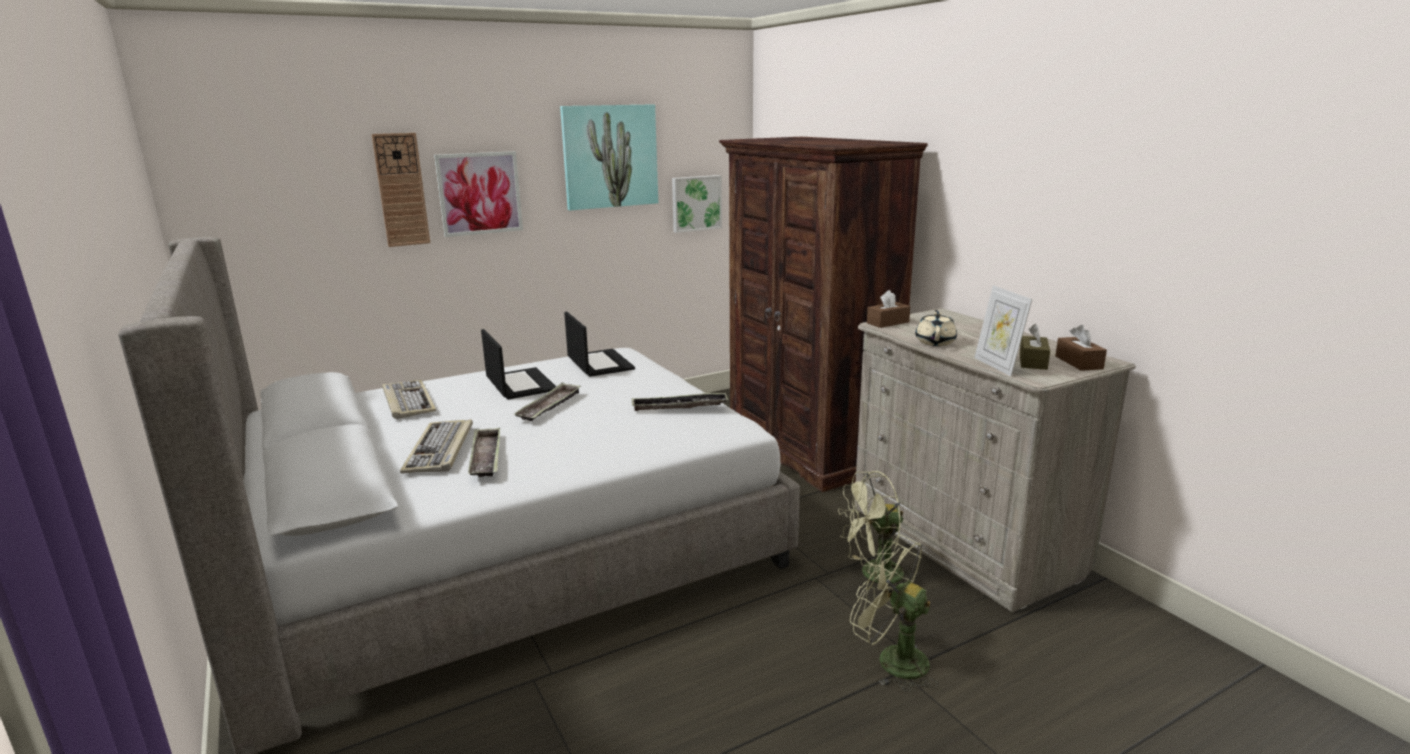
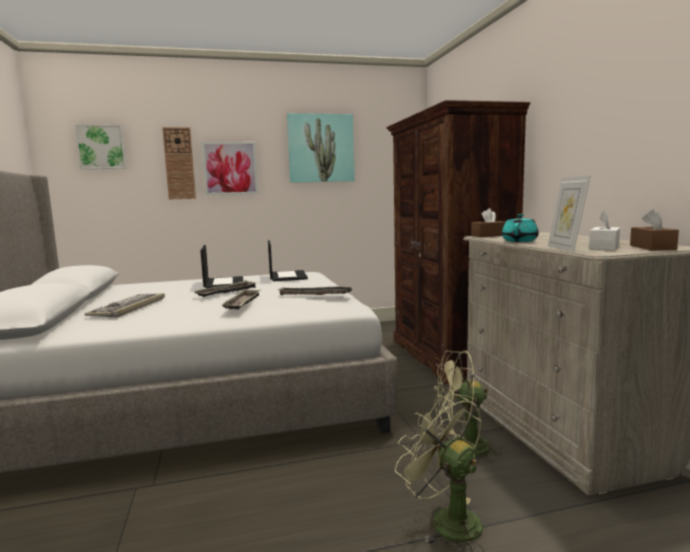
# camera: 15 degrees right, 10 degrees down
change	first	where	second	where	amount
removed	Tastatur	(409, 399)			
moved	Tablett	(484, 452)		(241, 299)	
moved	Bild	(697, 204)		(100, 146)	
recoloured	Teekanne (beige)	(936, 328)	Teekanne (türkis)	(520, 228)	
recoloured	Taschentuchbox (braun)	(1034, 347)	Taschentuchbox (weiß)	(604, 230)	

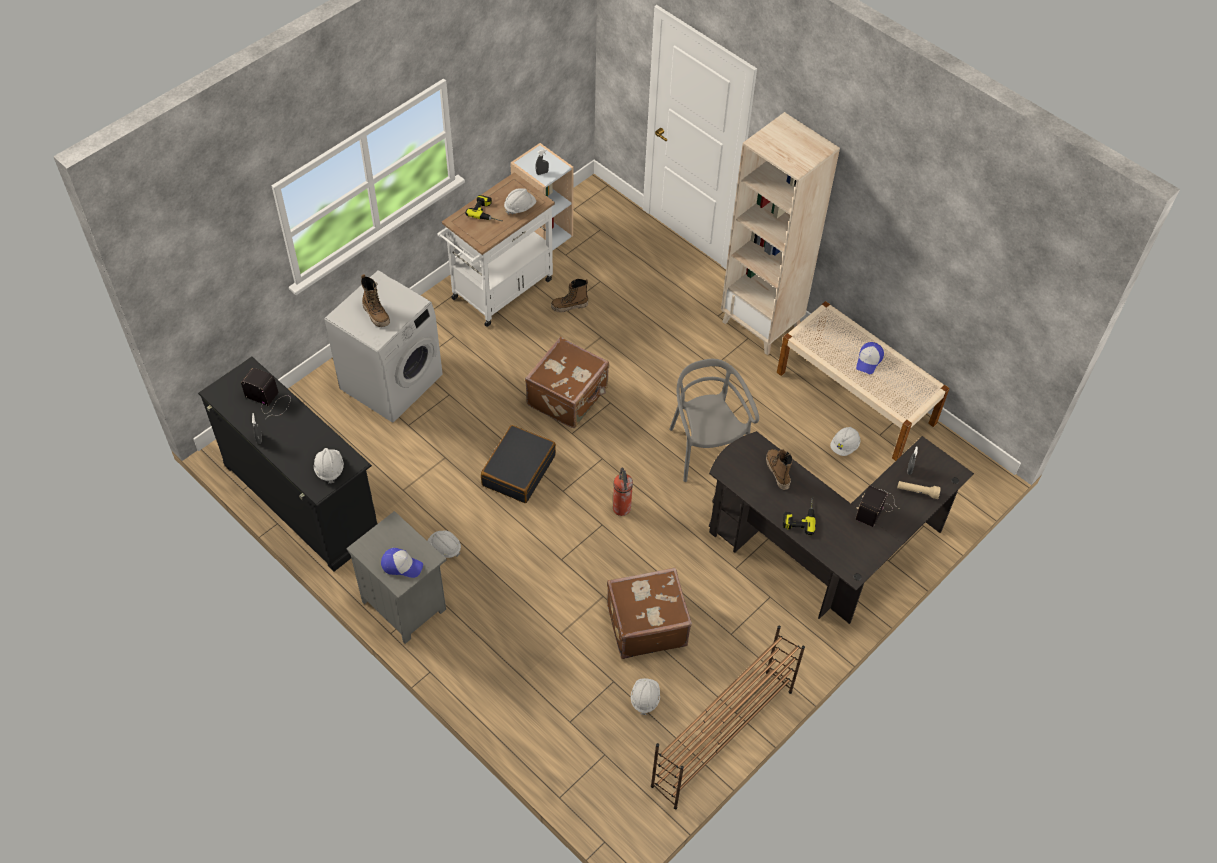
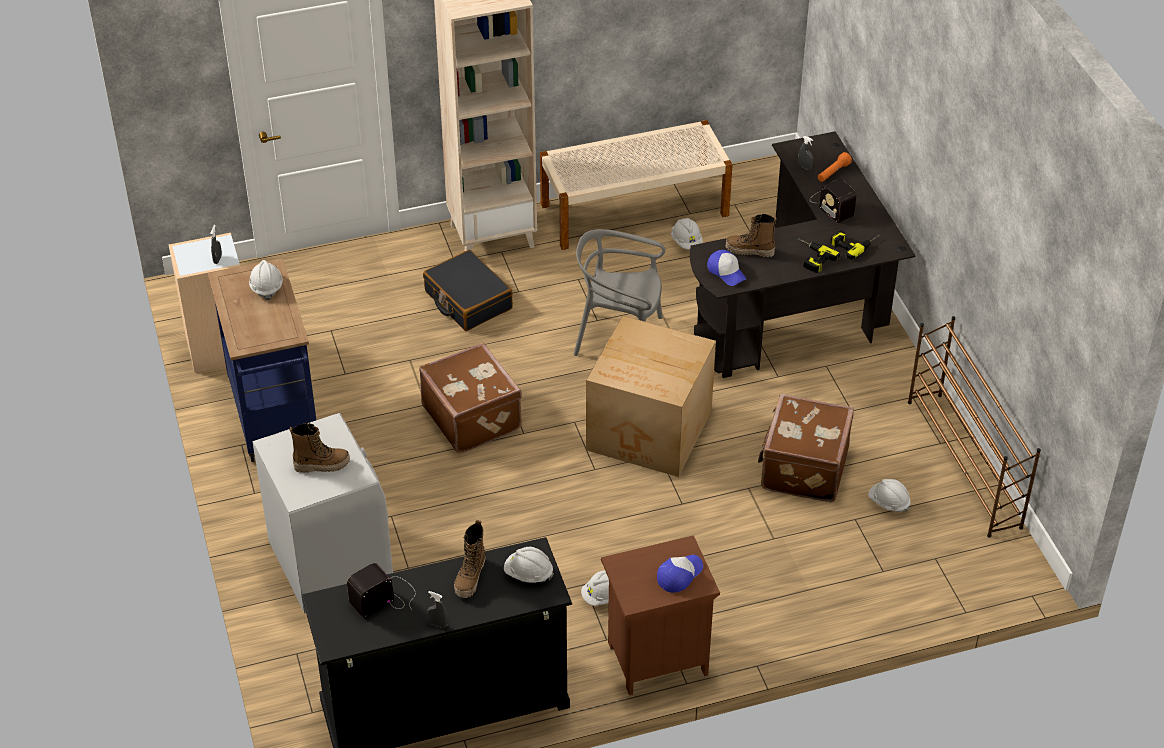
# camera: 60 degrees left, 10 degrees down
change	first	where	second	where	amount
recoloured	Nachttisch (grau)	(396, 577)	Nachttisch (braun)	(660, 615)	
recoloured	Rollwagen (weiß)	(496, 249)	Rollwagen (blau)	(262, 360)	
moved	Bohrmaschine	(483, 208)		(855, 245)	
moved	Koffer (schwarz)	(518, 464)		(468, 290)	
moved	Stiefel	(569, 295)		(470, 559)	
replaced	Feuerlöscher	(623, 491)	Karton	(651, 396)	
moved	Kappe	(870, 358)		(726, 268)	
recoloured	Taschenlampe (beige)	(919, 490)	Taschenlampe (orange)	(835, 167)	

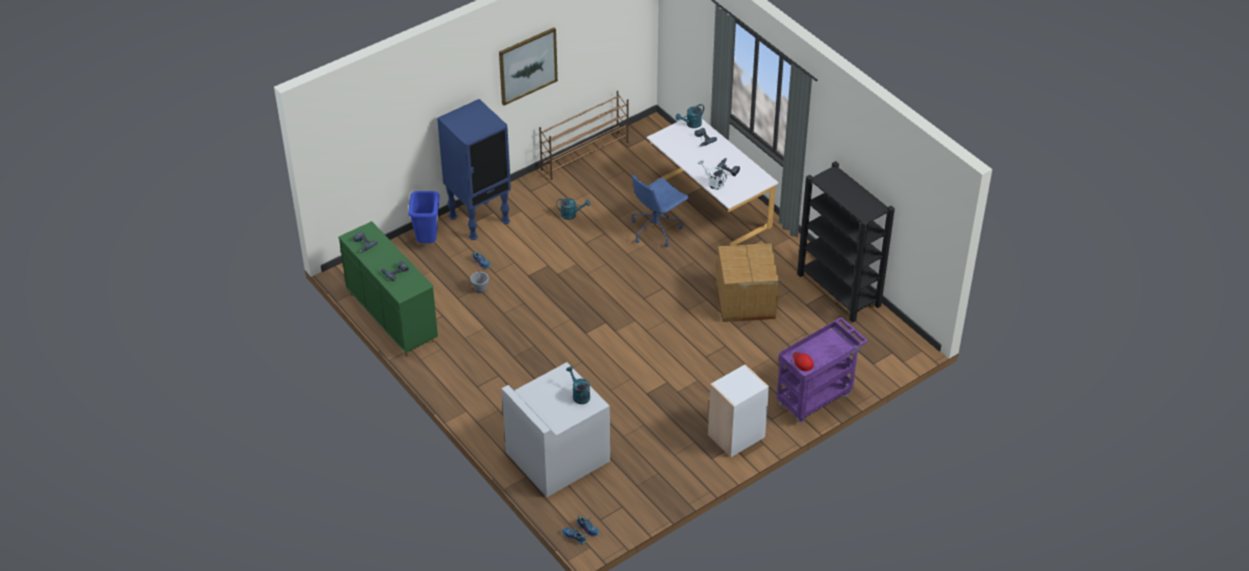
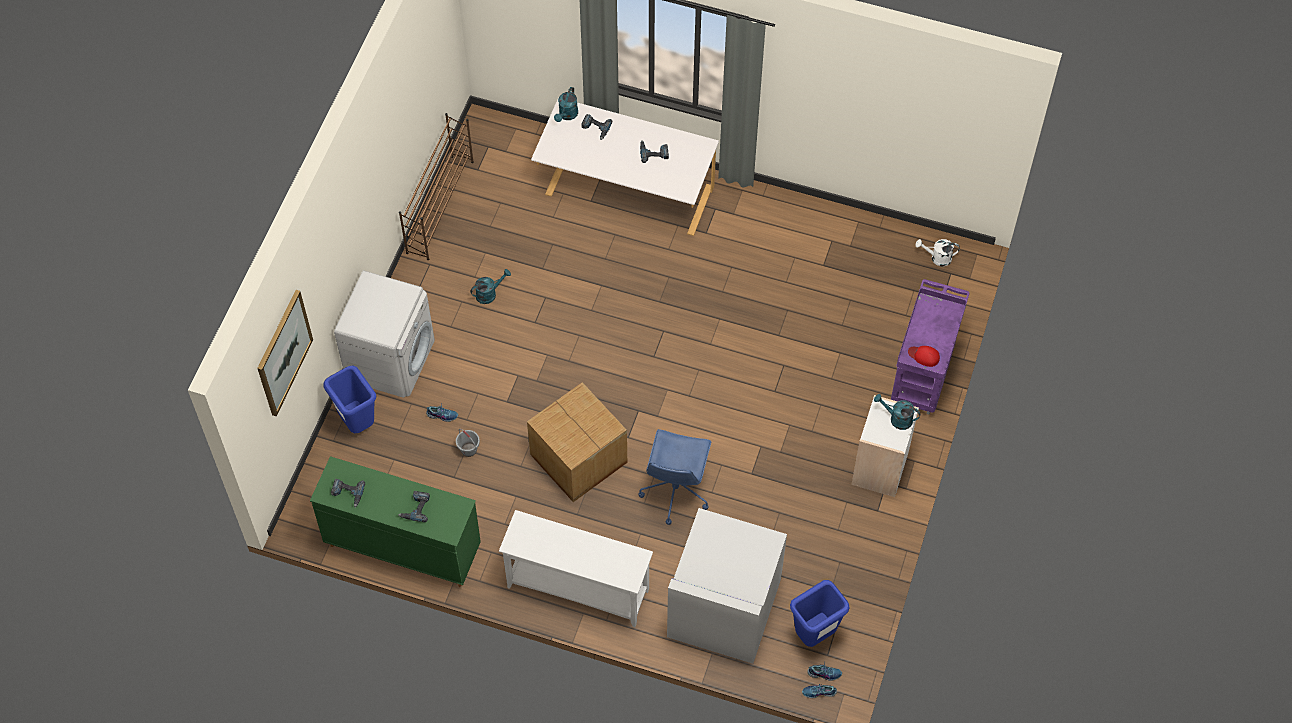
# camera: 35 degrees left, 15 degrees up
change	first	where	second	where	amount
replaced	Schrank (blau)	(474, 169)	Waschmaschine (weiß)	(384, 334)	
moved	Bild	(528, 67)		(285, 353)	
moved	Gießkanne (türkis)	(578, 385)		(897, 412)	
moved	Bürostuhl (blau)	(660, 210)		(674, 477)	
moved	Gießkanne (weiß)	(712, 174)		(937, 253)	
moved	Karton	(747, 282)		(577, 442)	
removed	Bücherregal (schwarz)	(846, 241)			
added			Konsolentisch (weiß)	(576, 568)	
added			Mülleimer (blau)	(819, 613)	

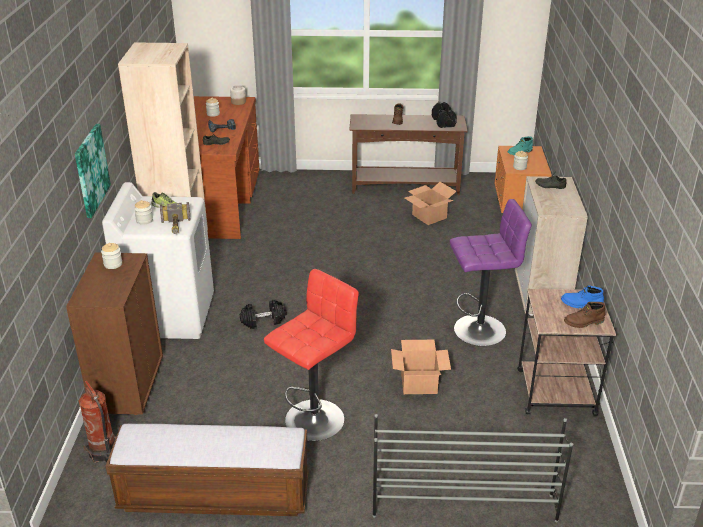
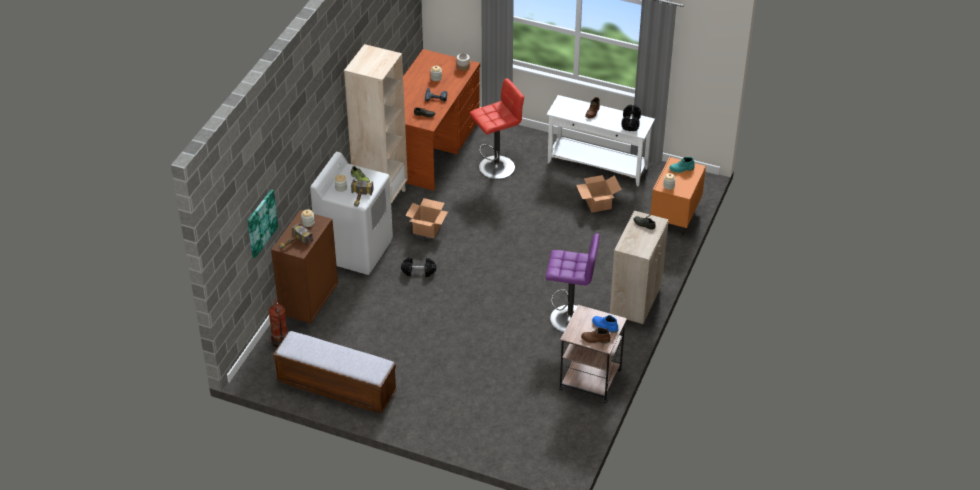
# camera: 20 degrees right, 10 degrees up
change	first	where	second	where	amount
moved	Bild	(93, 171)		(262, 223)	
moved	Hocker (rot)	(311, 355)		(497, 128)	
recoloured	Konsolentisch (braun)	(408, 154)	Konsolentisch (weiß)	(600, 141)	
removed	Schuhregal (grau)	(472, 468)			
moved	Karton	(421, 367)		(426, 218)	
added			Hammer	(295, 236)	

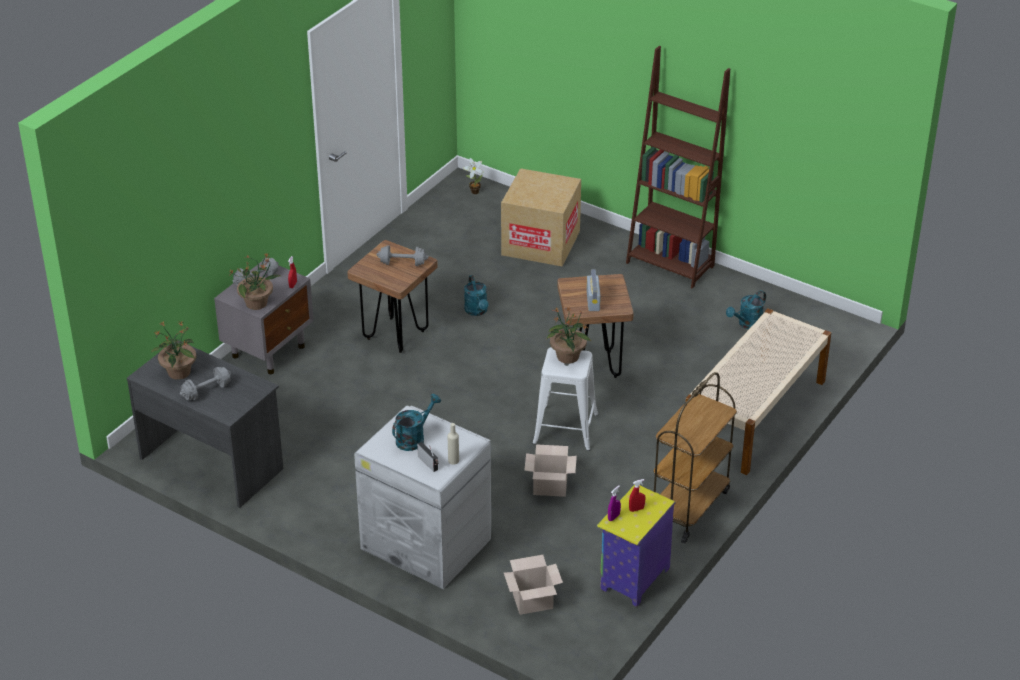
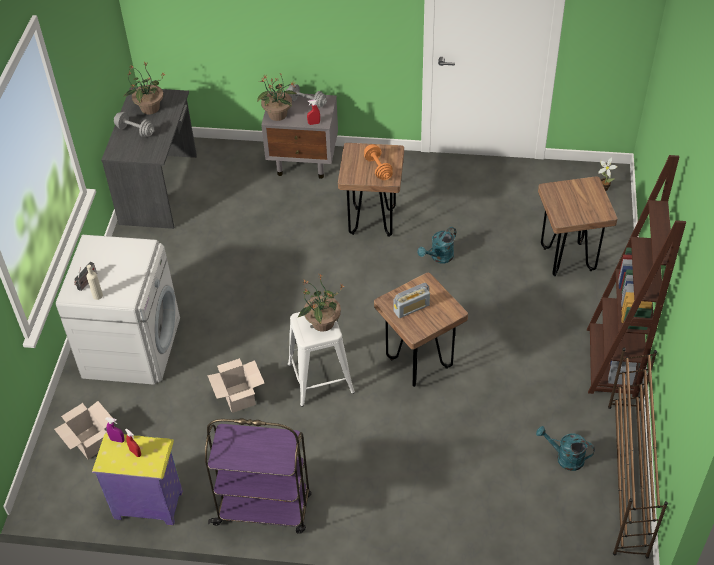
# camera: 65 degrees right, 10 degrees up
change	first	where	second	where	amount
recoloured	Hantel (grau)	(402, 255)	Hantel (orange)	(378, 162)	
removed	Gießkanne (türkis)	(416, 422)			
replaced	Karton	(541, 217)	Hocker (braun)	(578, 226)	
recoloured	Rollwagen (braun)	(695, 457)	Rollwagen (lila)	(258, 476)	
removed	Bank (beige)	(759, 392)			
added			Schuhregal (braun)	(638, 453)	

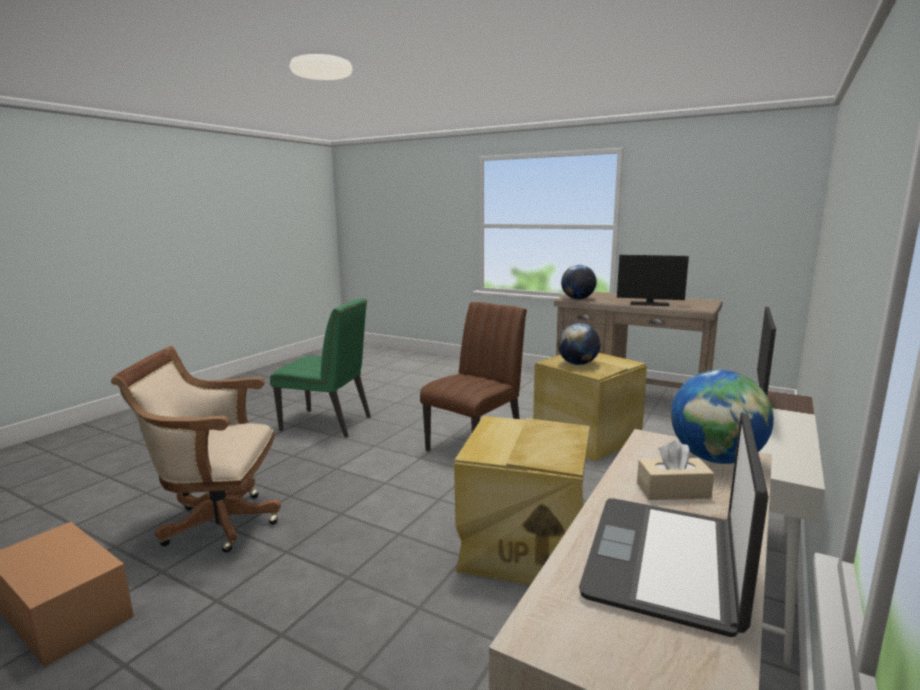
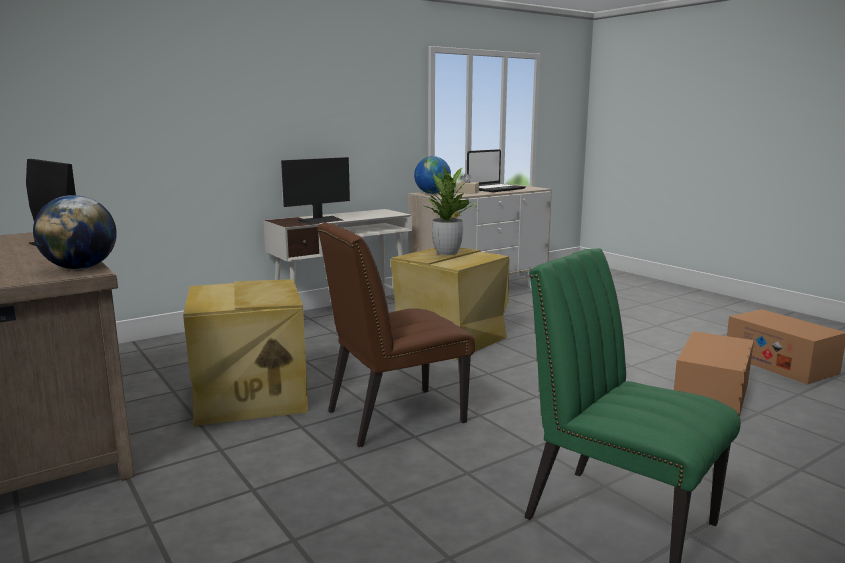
# camera: 155 degrees left, 0 degrees up
change	first	where	second	where	amount
replaced	Bürostuhl	(196, 449)	Karton	(714, 374)	
removed	Globus	(579, 344)			
added			Topfpflanze	(452, 210)	

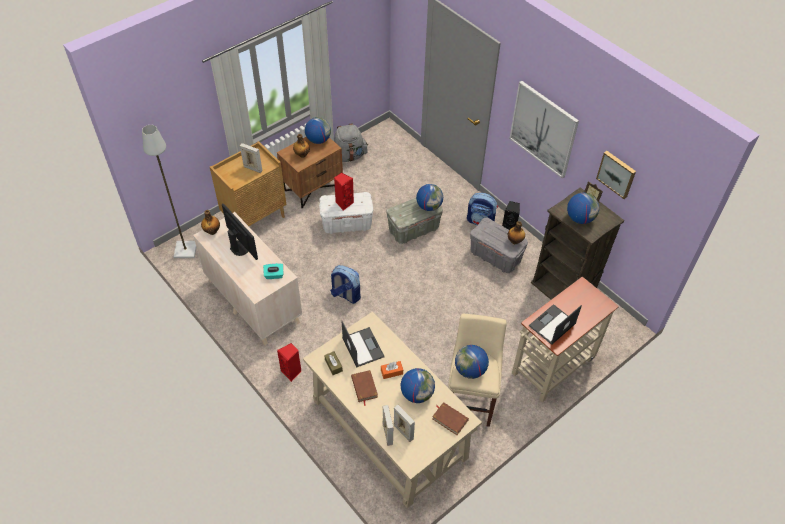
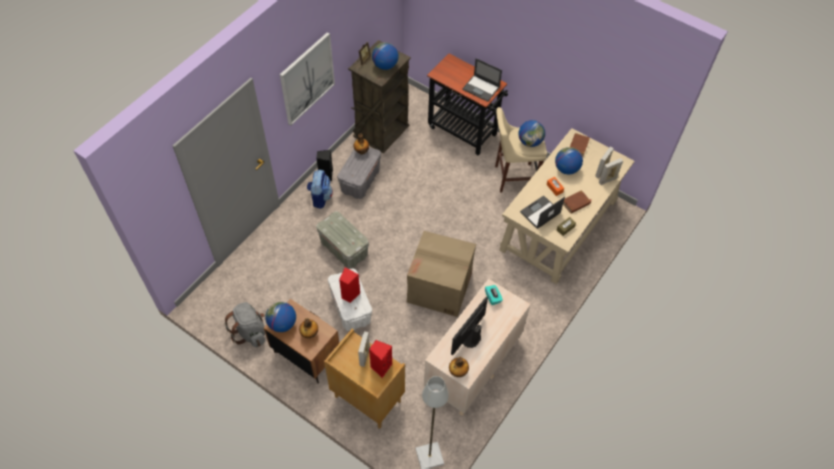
# camera: 105 degrees left, 5 degrees up
change	first	where	second	where	amount
moved	Lautsprecher (rot)	(289, 362)		(380, 359)	
replaced	Rucksack	(345, 284)	Karton	(441, 274)	
removed	Globus	(429, 197)			
recoloured	Rollwagen (beige)	(565, 339)	Rollwagen (schwarz)	(467, 104)	
removed	Bild	(616, 175)			

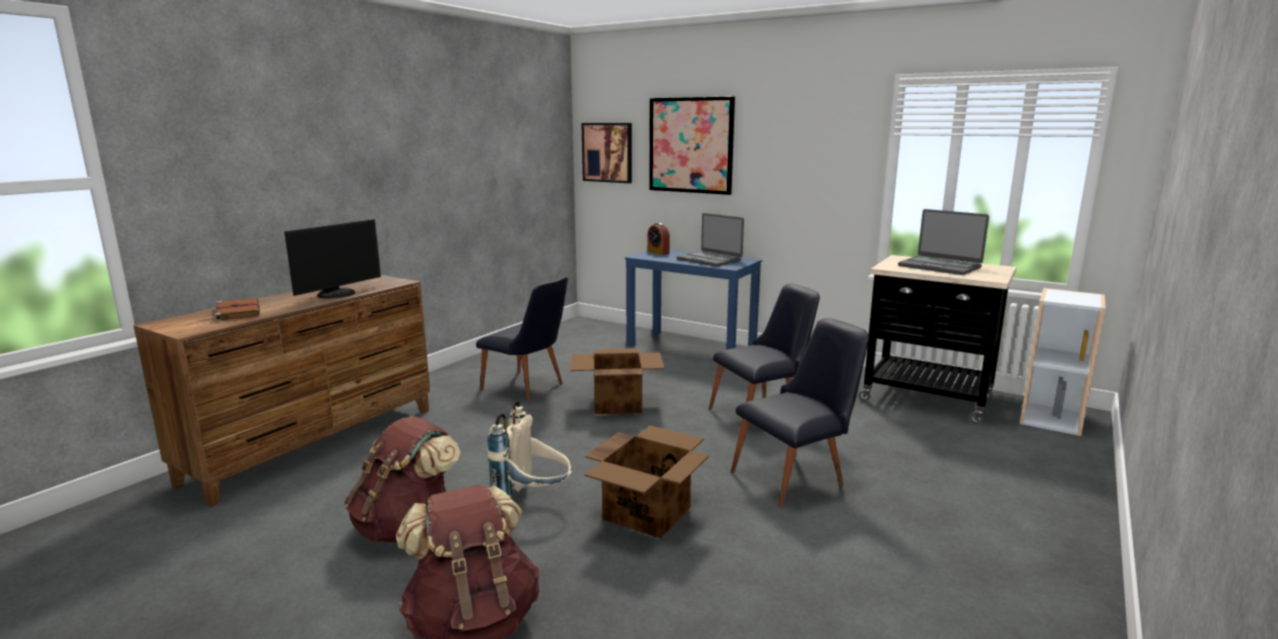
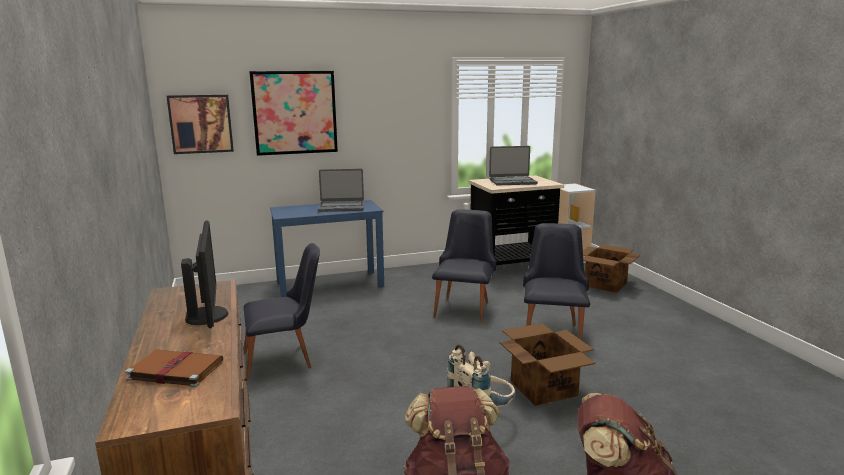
# camera: 50 degrees left, 0 degrees up
change	first	where	second	where	amount
moved	Karton	(618, 381)		(611, 269)	
removed	Wecker	(658, 239)			

